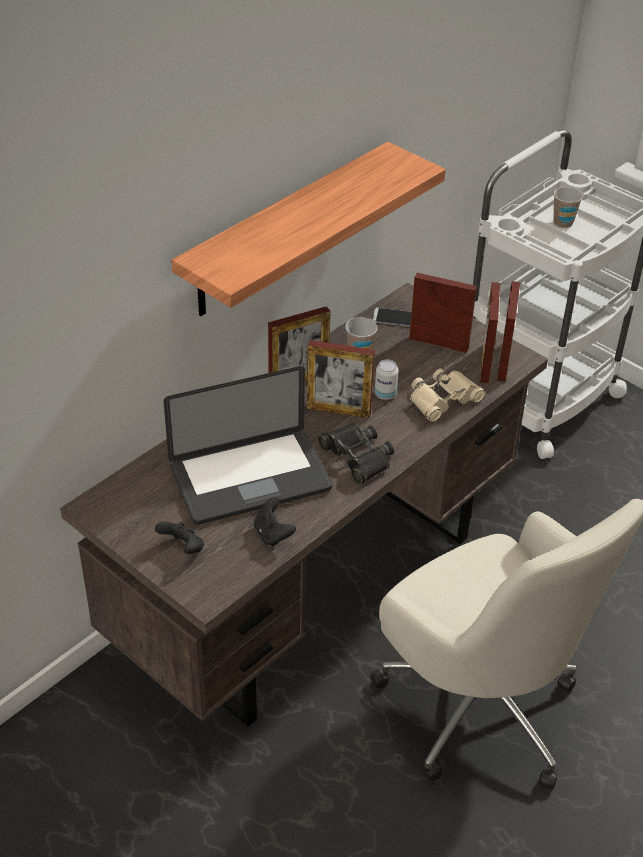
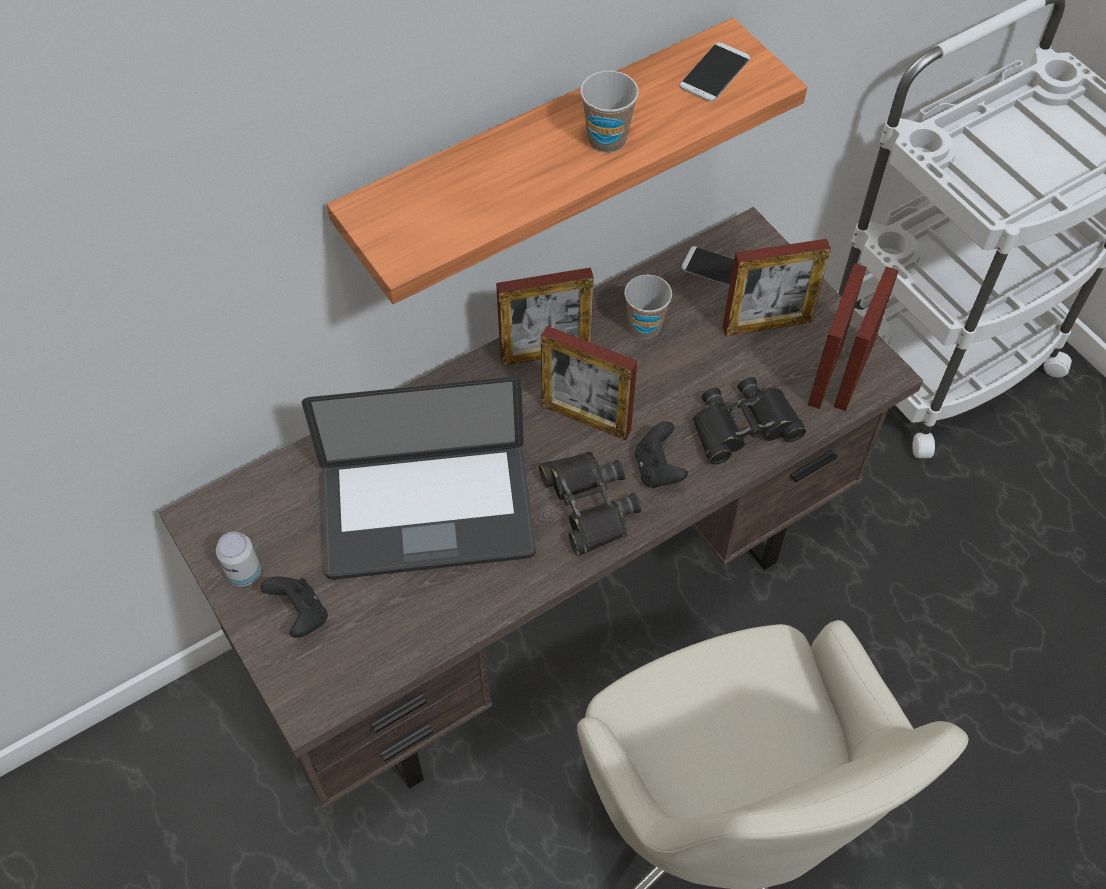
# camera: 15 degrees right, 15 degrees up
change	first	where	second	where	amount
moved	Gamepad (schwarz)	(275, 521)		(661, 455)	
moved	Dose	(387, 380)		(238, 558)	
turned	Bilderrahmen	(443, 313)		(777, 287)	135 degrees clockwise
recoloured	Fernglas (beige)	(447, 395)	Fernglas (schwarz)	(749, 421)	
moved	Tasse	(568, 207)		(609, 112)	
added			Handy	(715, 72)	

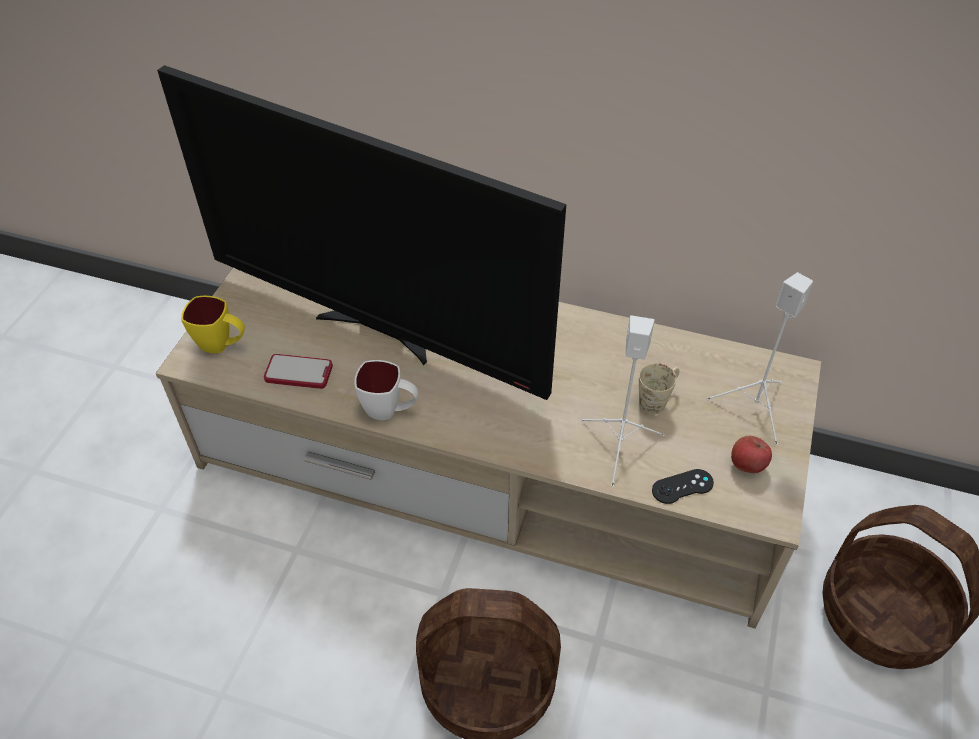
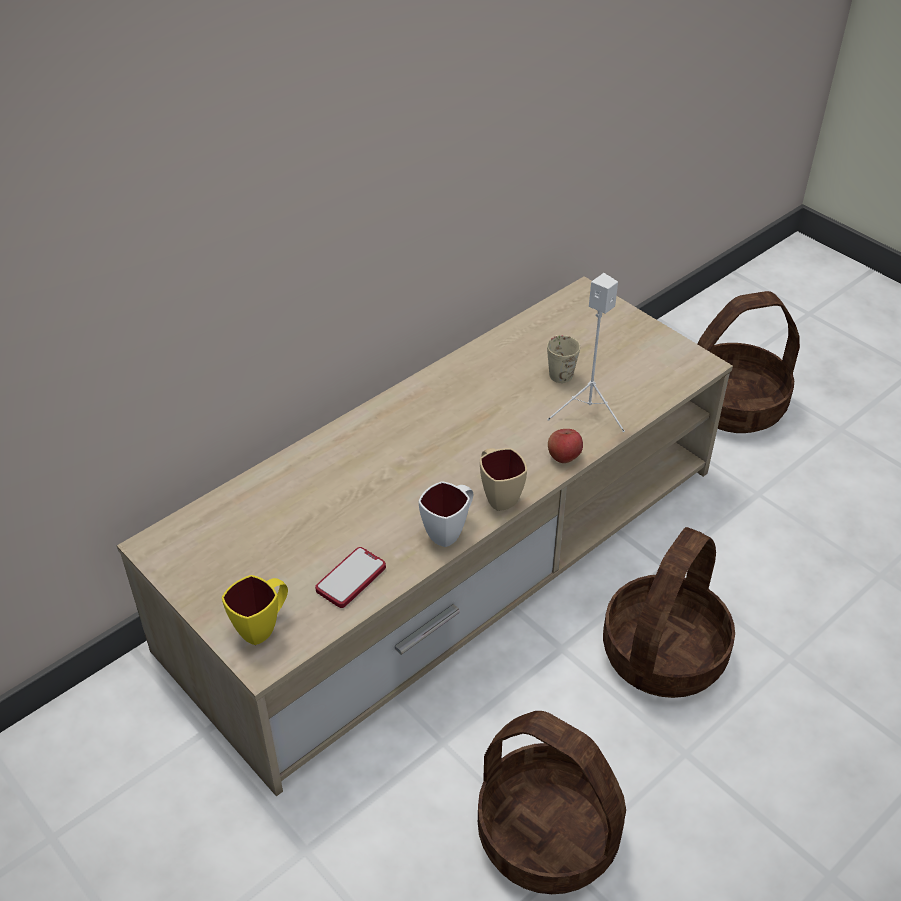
# camera: 60 degrees left, 5 degrees down
change	first	where	second	where	amount
removed	Fernseher	(361, 232)			
removed	Gamepad (schwarz)	(683, 486)			
removed	Lautsprecher (weiß)	(760, 358)			
moved	Apfel	(751, 454)		(565, 446)	
added			Korb	(552, 802)	
added			Henkelbecher (beige)	(503, 479)	

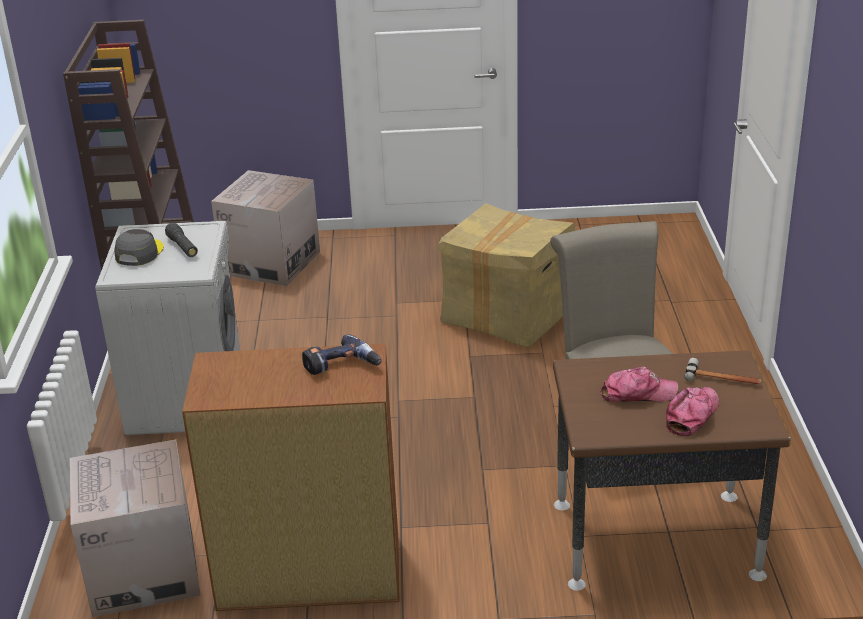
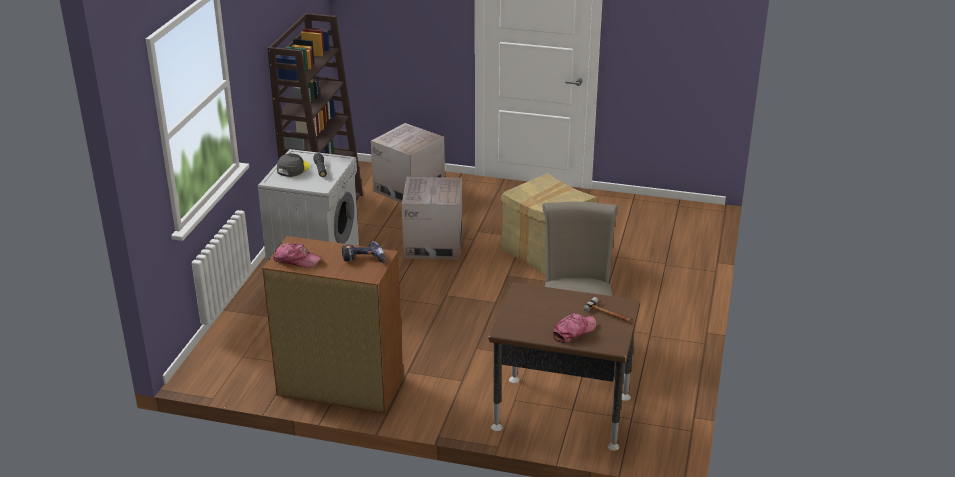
# camera: 15 degrees right, 0 degrees up
change	first	where	second	where	amount
moved	Karton	(135, 528)		(432, 218)	
moved	Kappe	(639, 384)		(297, 255)	

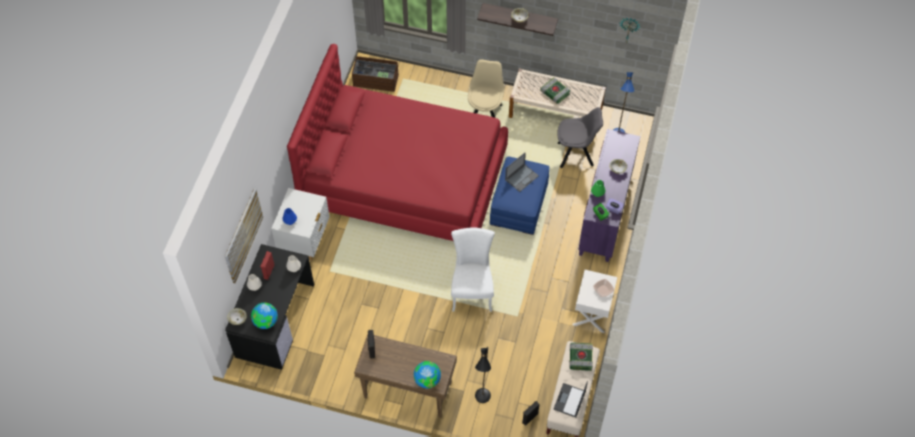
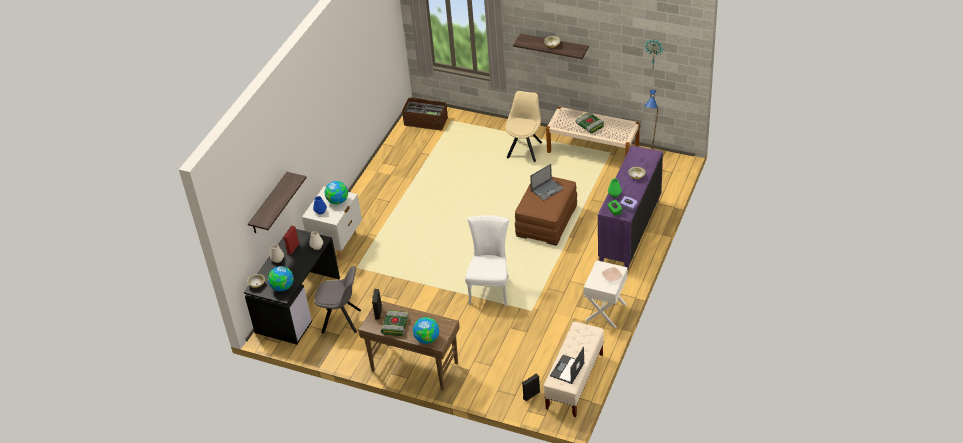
# camera: 10 degrees right, 15 degrees down
change	first	where	second	where	amount
replaced	Bild	(244, 236)	Wandregal	(277, 202)	
removed	Bett (rot)	(397, 142)			
removed	Stehlampe (schwarz)	(483, 375)			
recoloured	Polsterhocker (blau)	(519, 196)	Polsterhocker (braun)	(546, 211)	
moved	Stuhl (grau)	(580, 137)		(337, 300)	
moved	Buch	(581, 357)		(395, 323)	
added			Globus	(336, 192)	

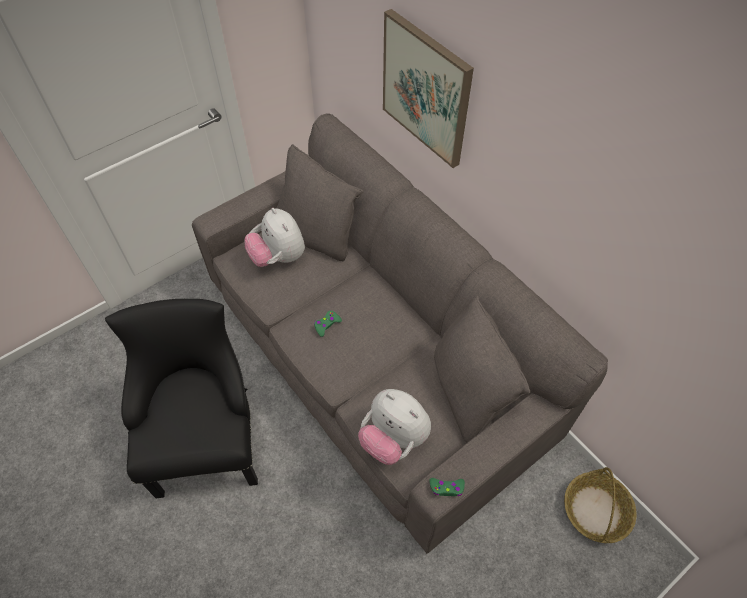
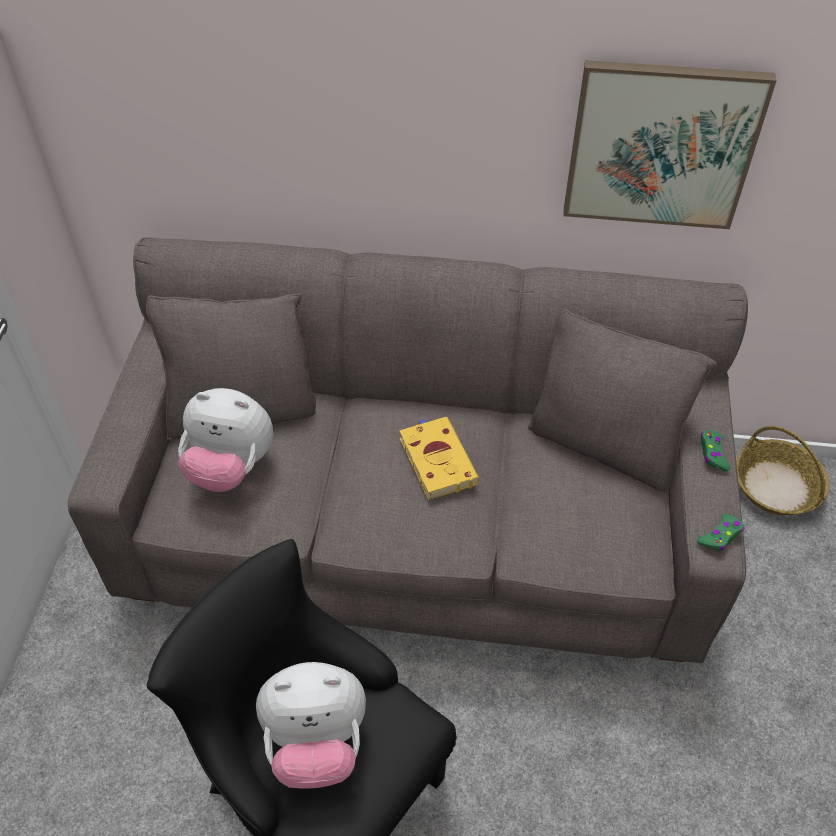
# camera: 45 degrees left, 5 degrees down
change	first	where	second	where	amount
moved	Gamepad (grün)	(328, 323)		(715, 451)	
moved	Plüschtier	(394, 427)		(311, 725)	
moved	Bild	(428, 88)		(670, 144)	
added			Buch (gelb)	(439, 458)	

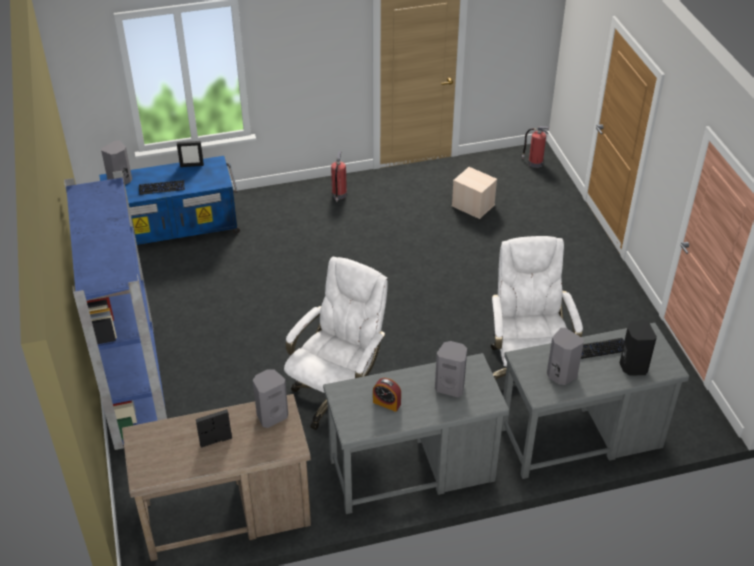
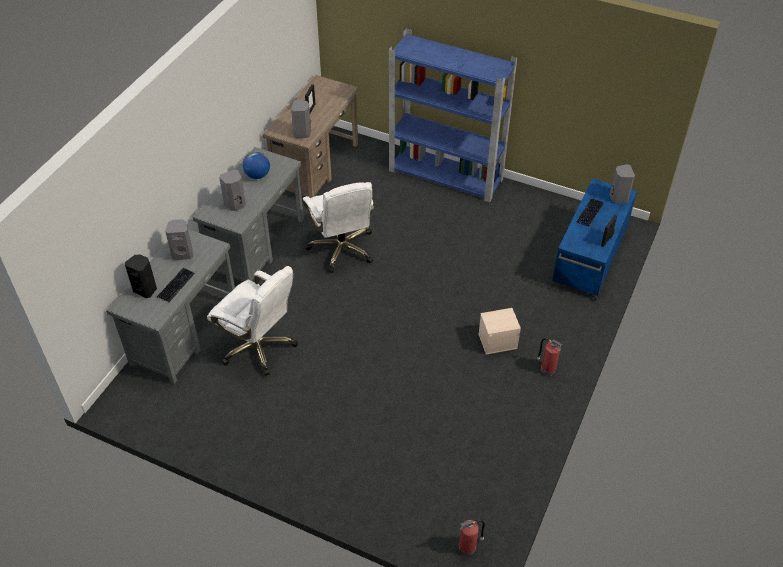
# camera: 130 degrees right, 5 degrees up
change	first	where	second	where	amount
replaced	Wecker	(387, 395)	Globus	(256, 165)	
moved	Aufbewahrungsbox (beige)	(474, 193)		(499, 331)	

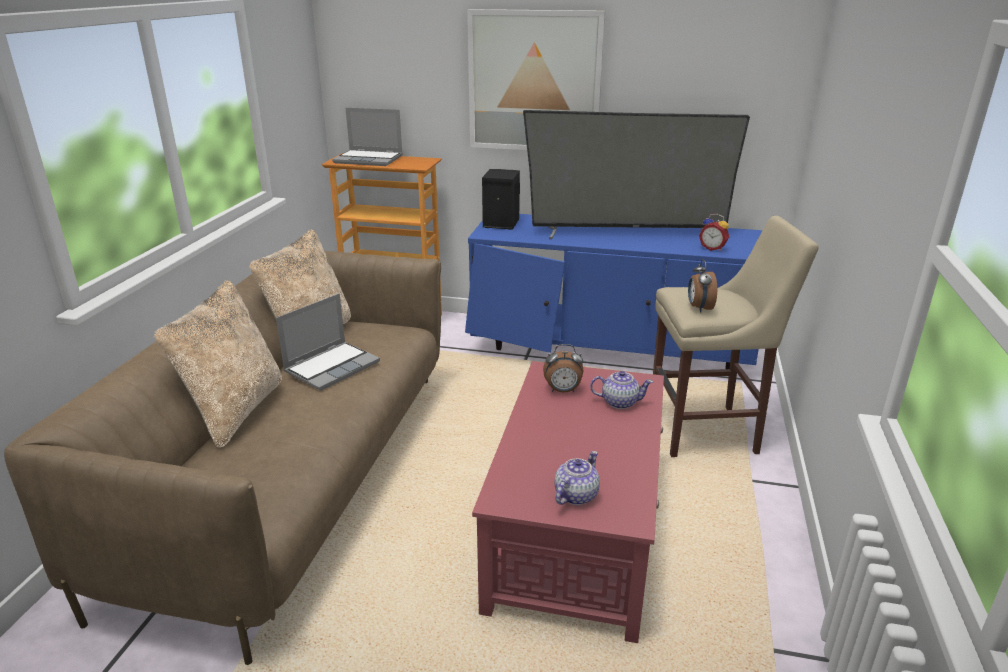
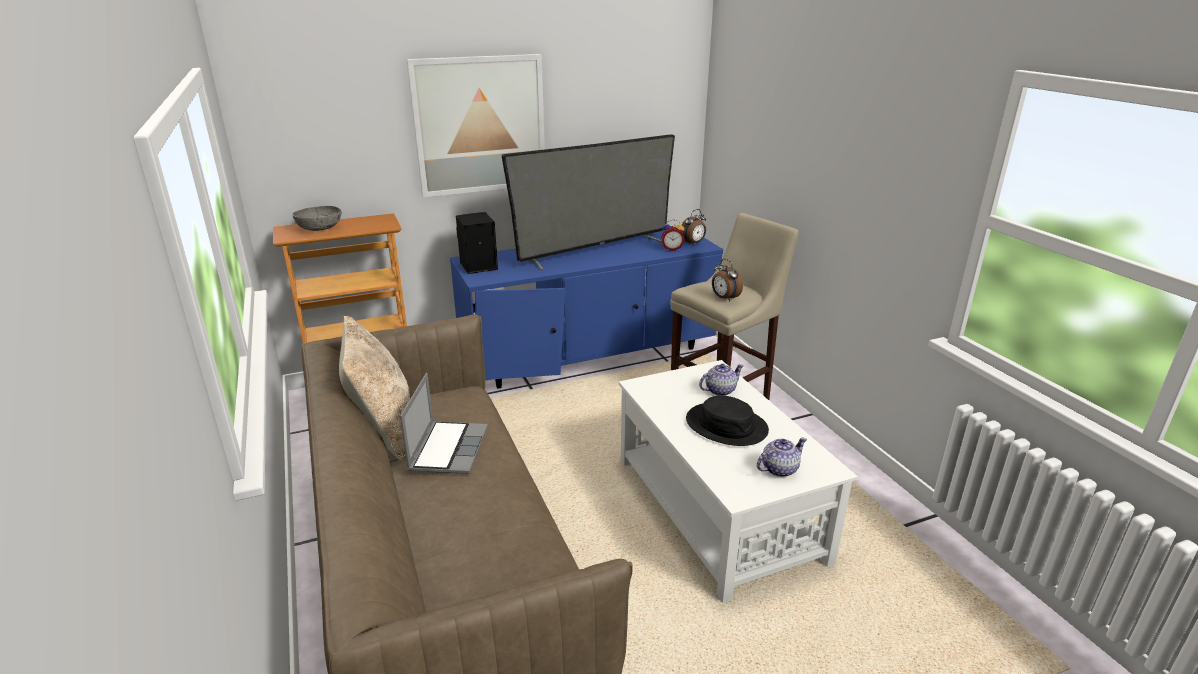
# camera: 35 degrees left, 0 degrees up
change	first	where	second	where	amount
removed	Kissen (beige)	(218, 364)			
replaced	Laptop	(367, 137)	Schüssel (grau)	(317, 218)	
recoloured	Couchtisch (rot)	(568, 502)	Couchtisch (weiß)	(738, 481)	
moved	Wecker	(563, 368)		(693, 227)	
turned	Teekanne	(577, 478)		(782, 457)	60 degrees clockwise
added			Hut (schwarz)	(727, 421)	

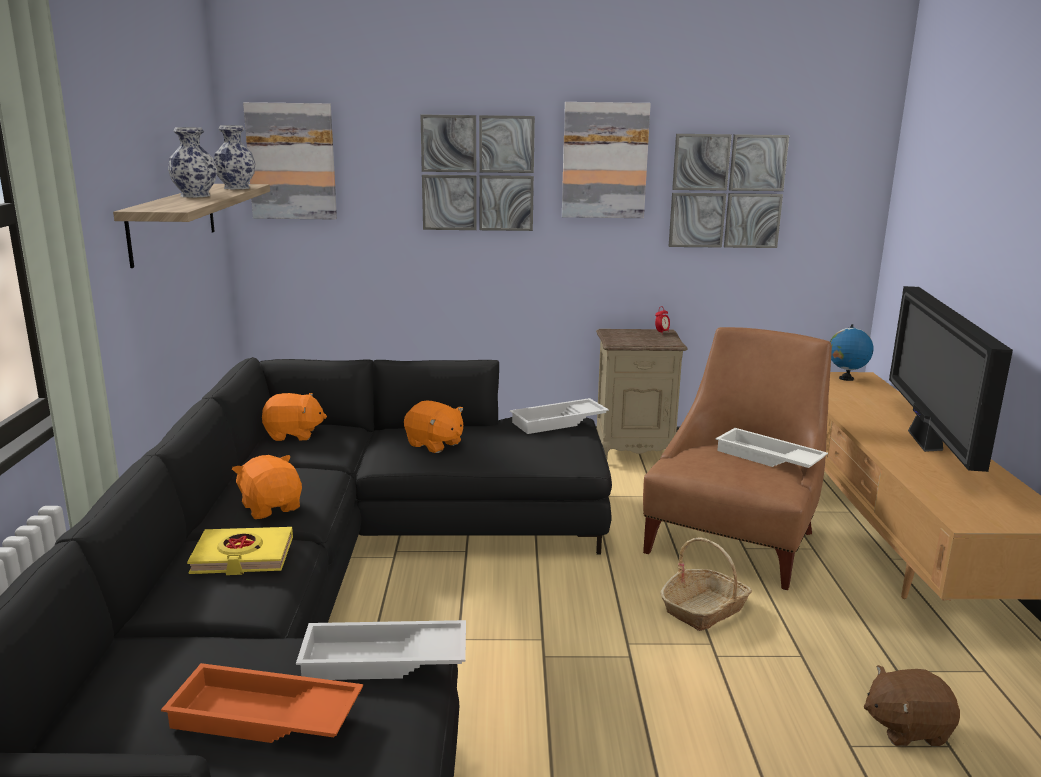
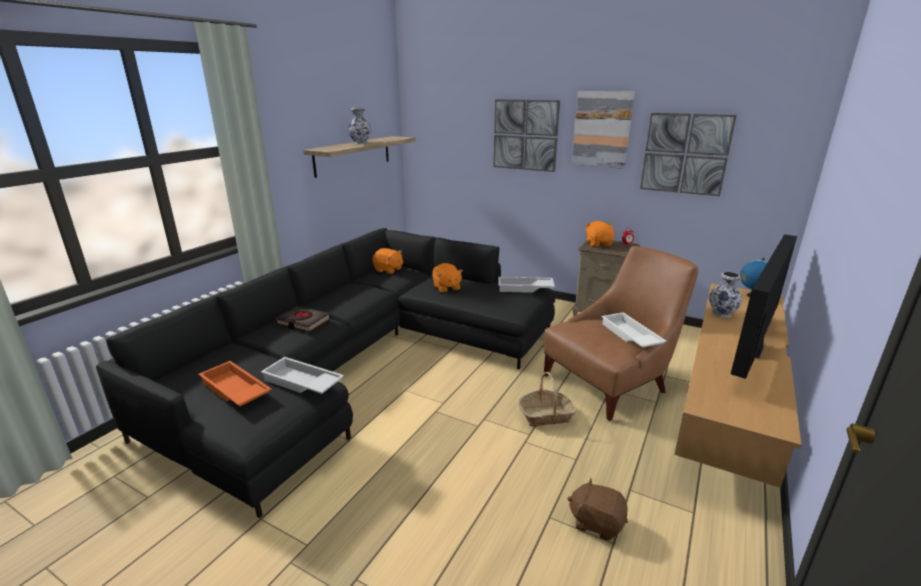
# camera: 30 degrees right, 5 degrees up
change	first	where	second	where	amount
recoloured	Buch (gelb)	(240, 551)	Buch (schwarz)	(303, 319)	
moved	Vase	(234, 157)		(725, 295)	
moved	Plüschtier (orange)	(267, 487)		(599, 234)	
removed	Bild	(290, 161)			

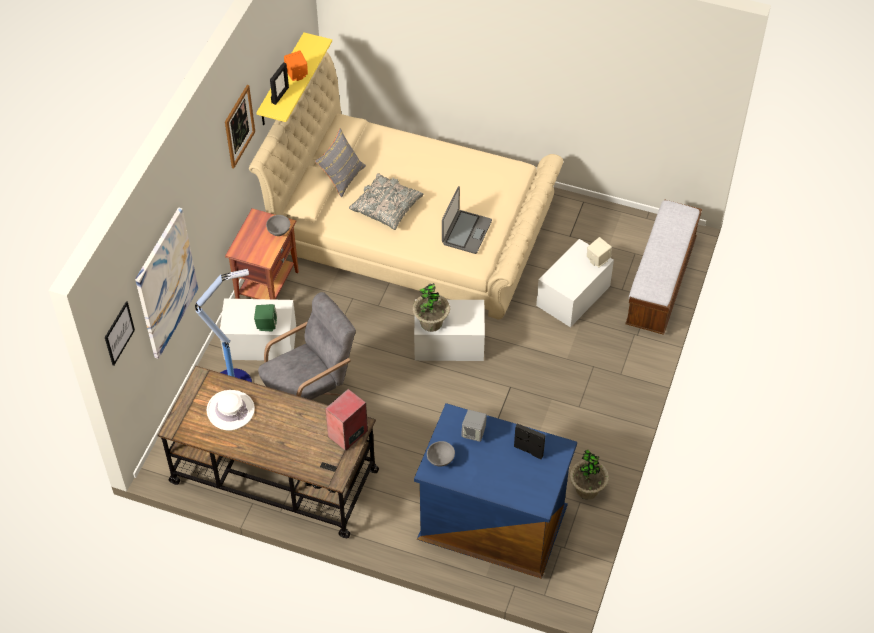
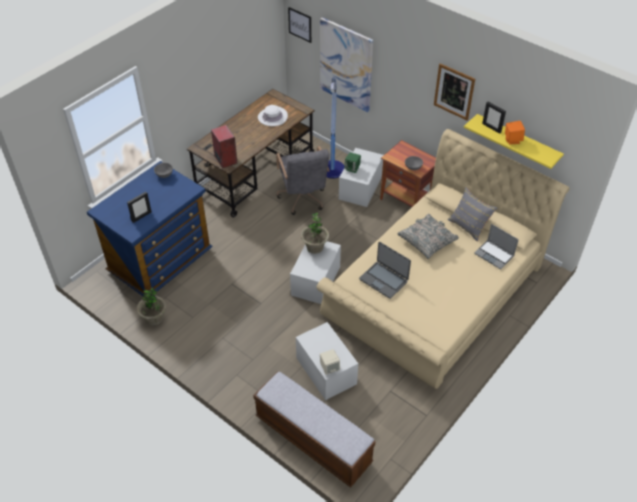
# camera: 110 degrees right, 5 degrees down
change	first	where	second	where	amount
removed	Lautsprecher (grau)	(474, 426)			
added			Laptop	(496, 247)	

